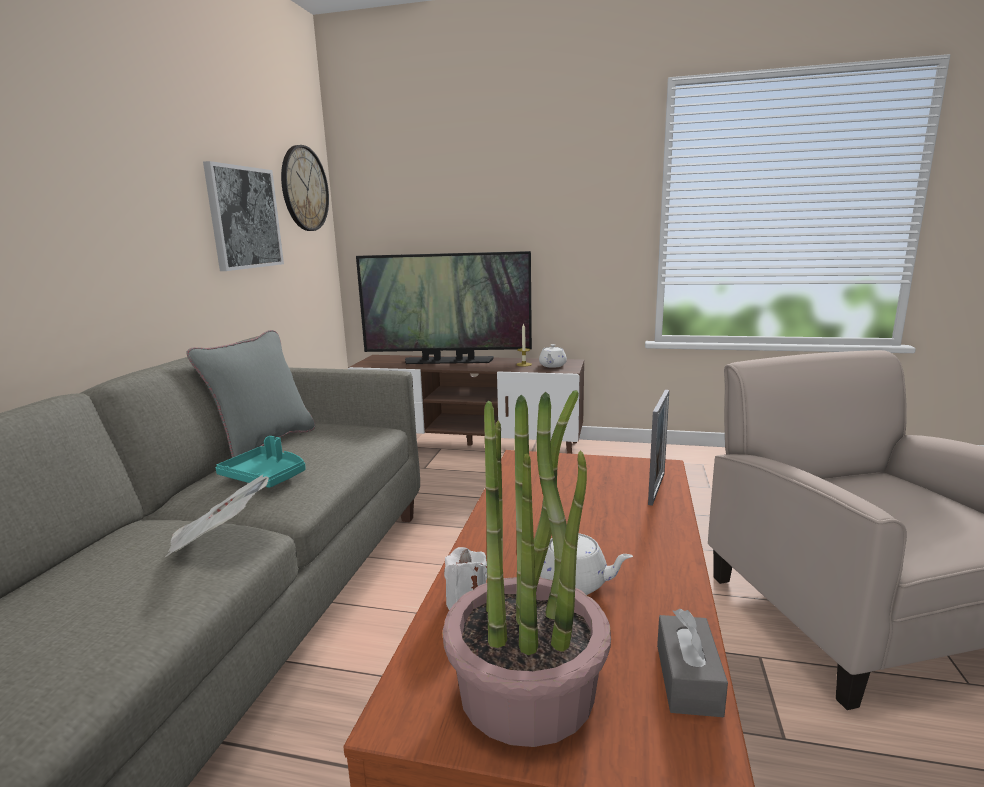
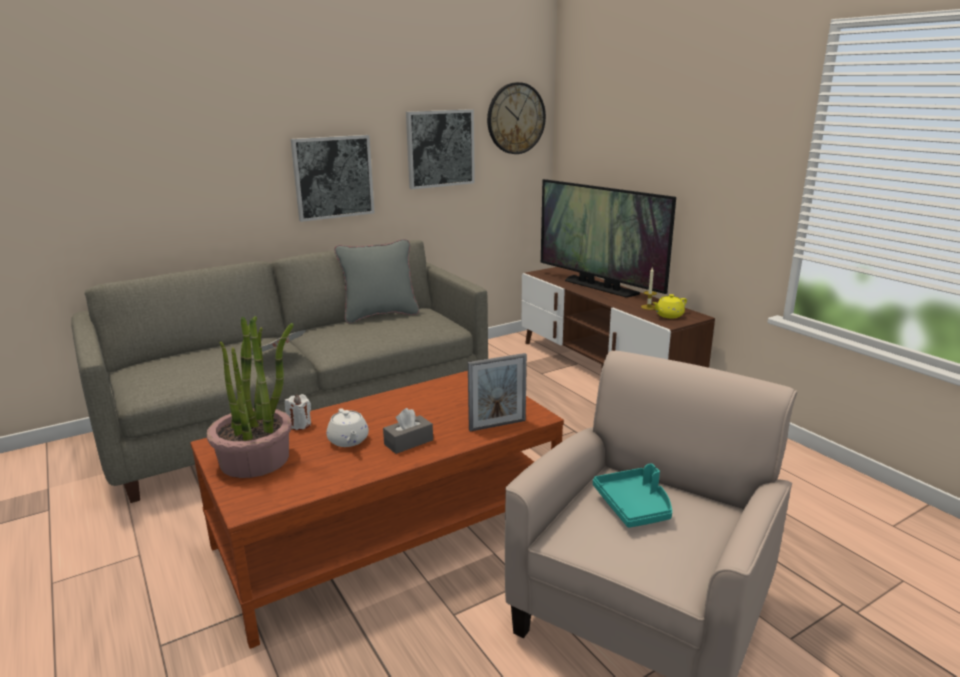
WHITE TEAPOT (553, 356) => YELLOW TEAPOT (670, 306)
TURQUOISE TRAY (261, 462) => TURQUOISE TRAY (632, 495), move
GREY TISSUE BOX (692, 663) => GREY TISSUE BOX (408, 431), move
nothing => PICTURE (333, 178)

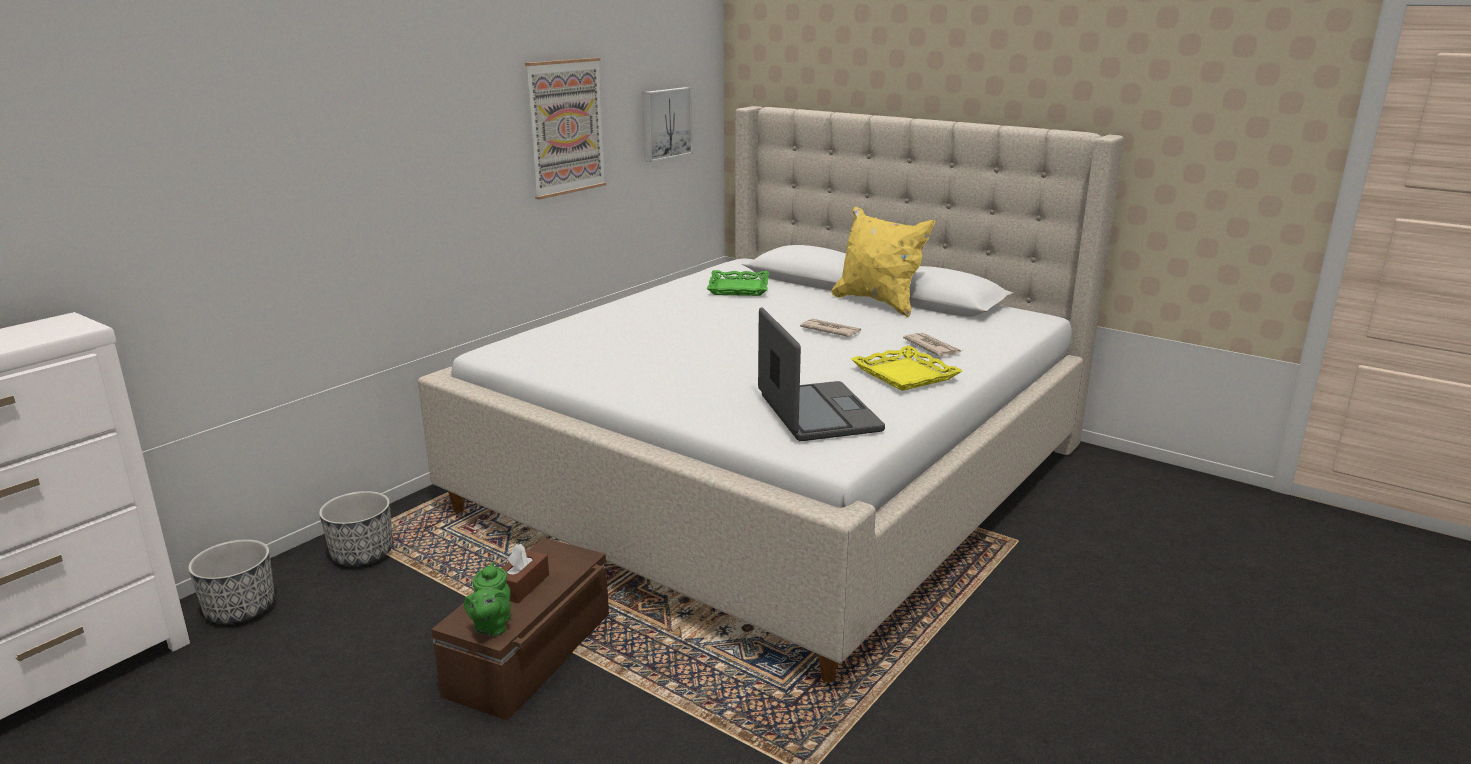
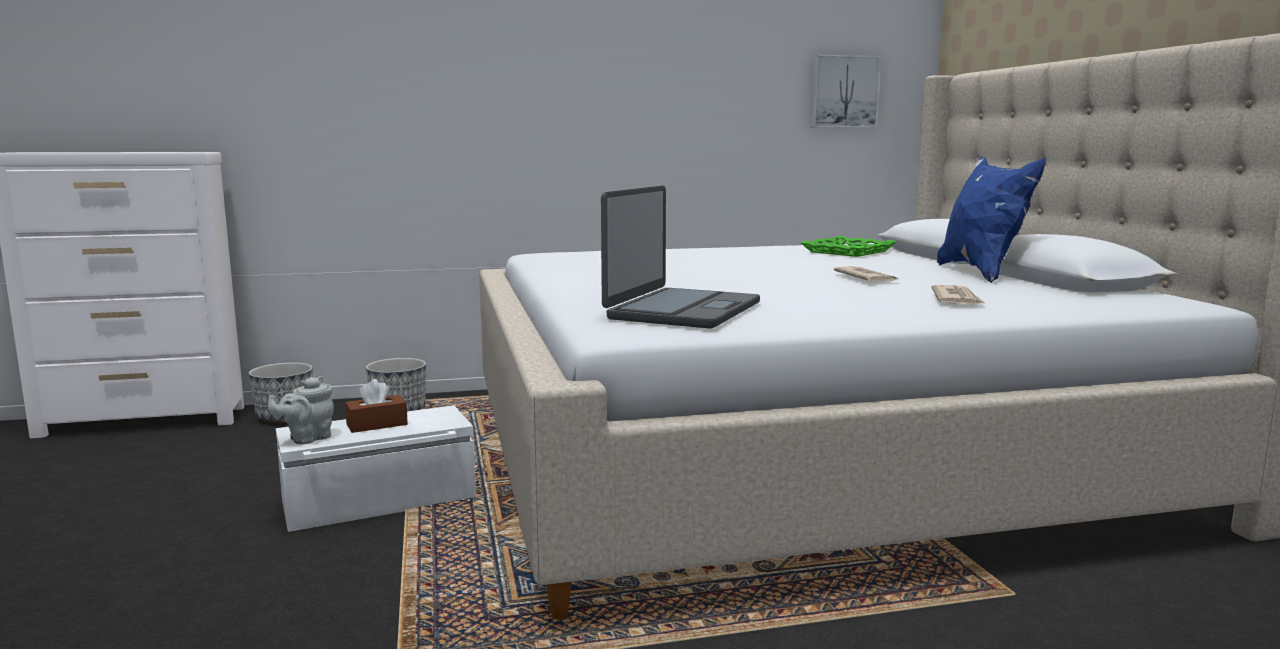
PICTURE (565, 129) => nothing
YELLOW PILLOW (883, 261) => BLUE PILLOW (991, 220)
YELLOW TRAY (906, 368) => nothing
BROWN STORAGE BOX (520, 629) => WHITE STORAGE BOX (376, 468)
GREEN TEAPOT (487, 599) => GREY TEAPOT (301, 410)

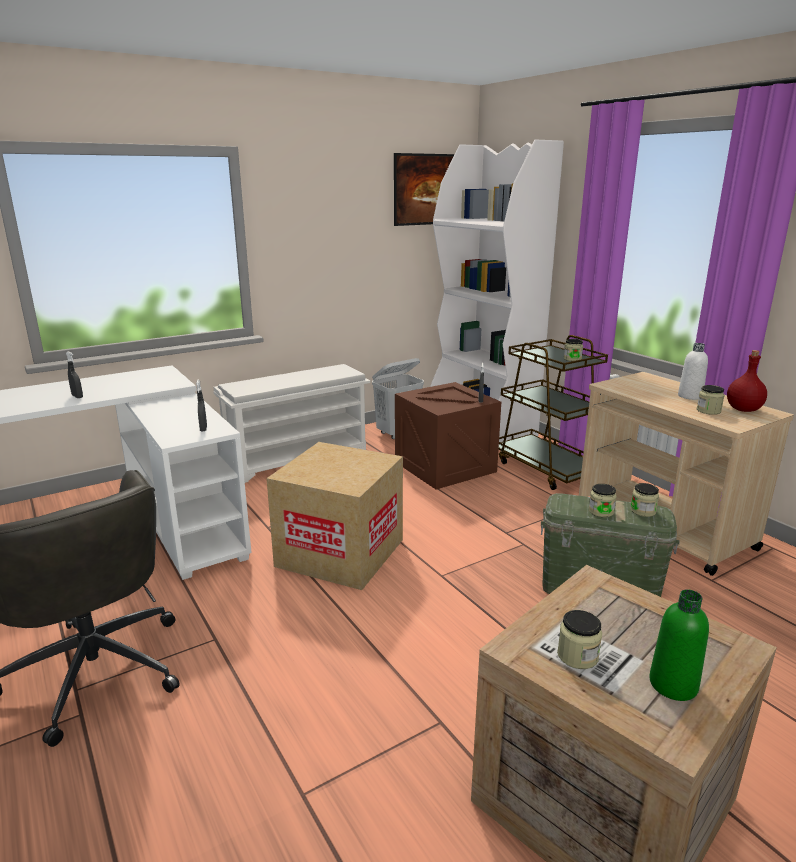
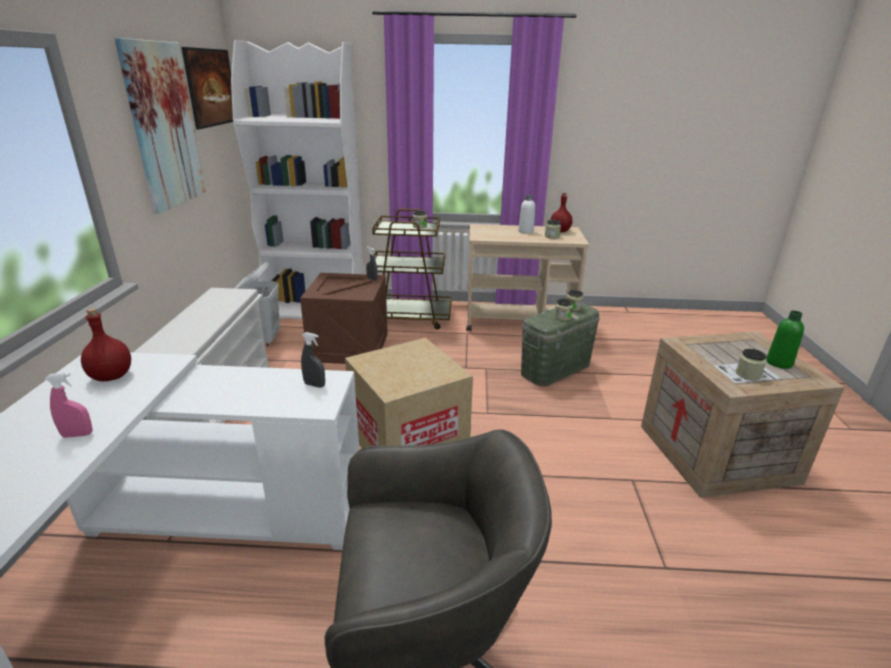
GREY SPRAY BOTTLE (74, 374) => PINK SPRAY BOTTLE (68, 405)
nothing => PICTURE (160, 126)
nothing => RED BOTTLE (106, 344)

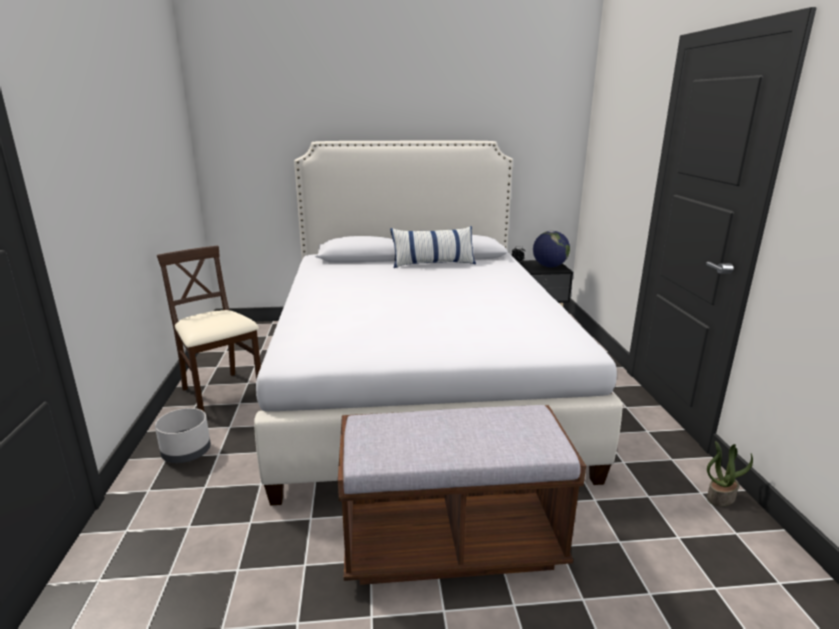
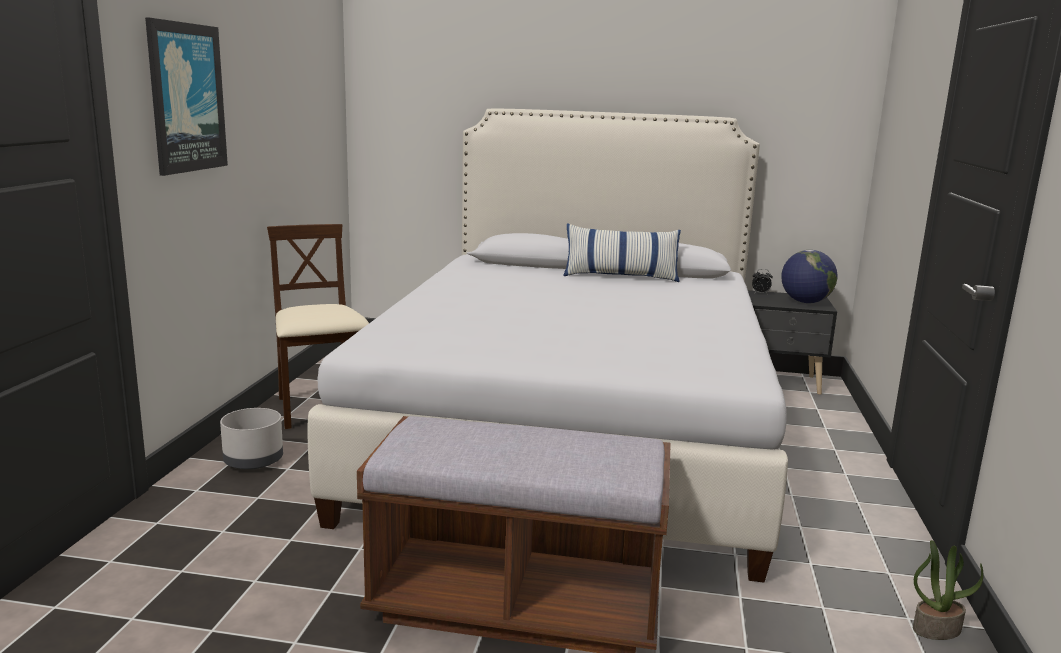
nothing => PICTURE (186, 96)

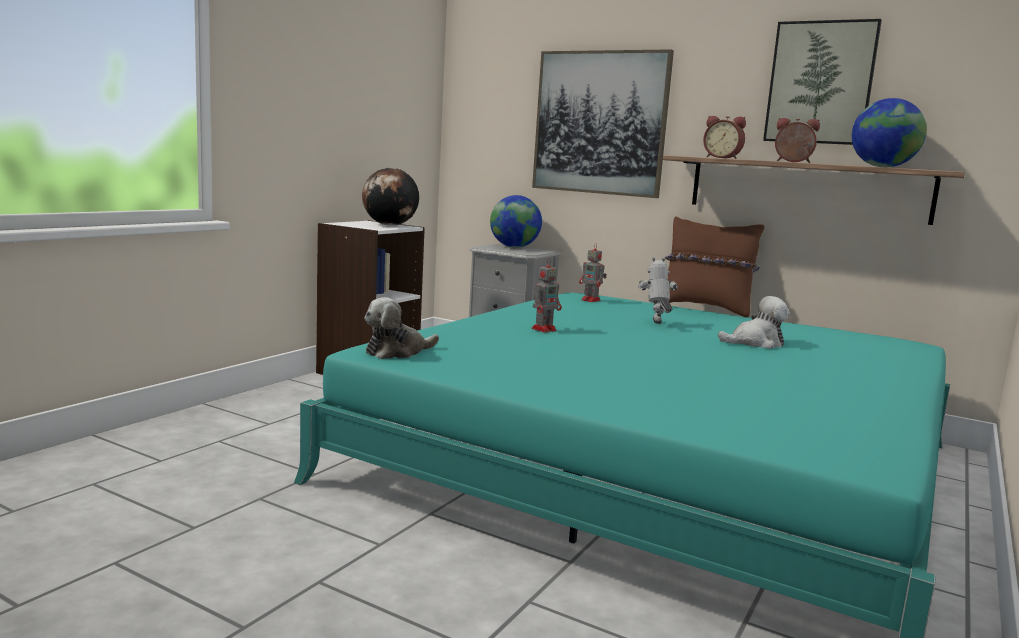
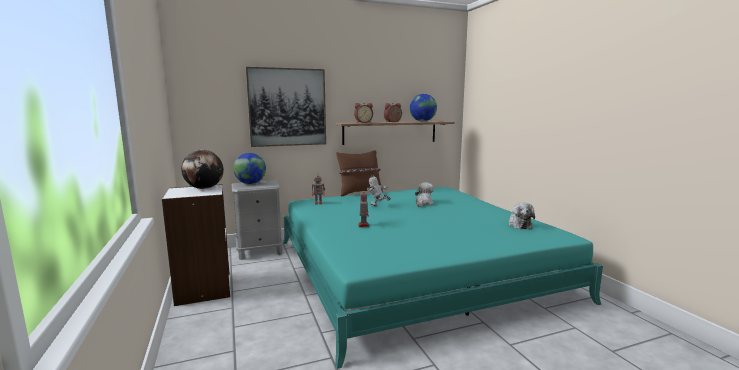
PICTURE (822, 82) => nothing
PLUSH TOY (401, 328) => PLUSH TOY (521, 215), move

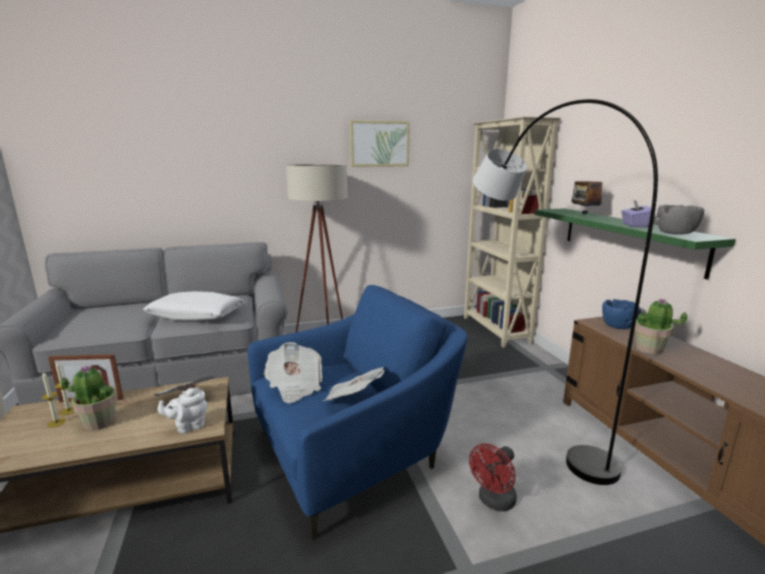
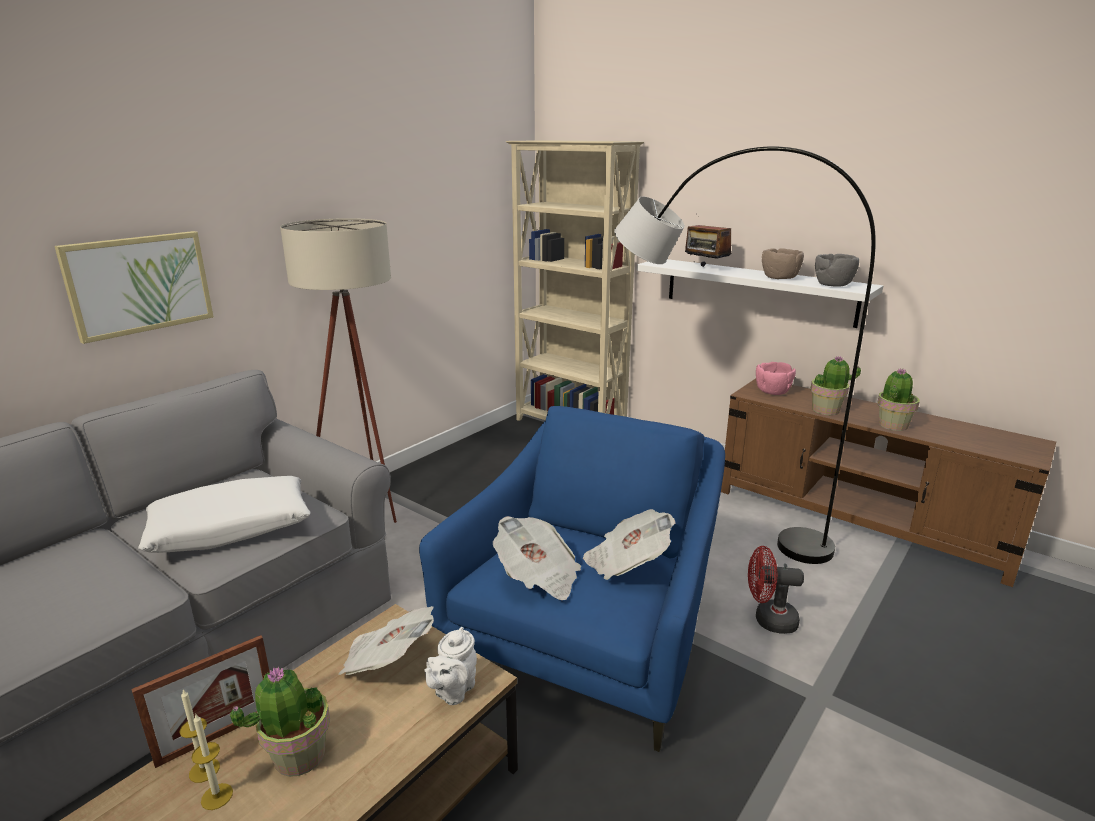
PICTURE (380, 143) => PICTURE (134, 287), move
PURPLE TISSUE BOX (636, 213) => BROWN BOWL (783, 263)
GREEN SHELF (635, 243) => WHITE SHELF (760, 293)
BLUE BOWL (621, 314) => PINK BOWL (776, 378)
RED FAN (493, 477) => RED FAN (776, 590), 90 degrees clockwise
nothing => POTTED PLANT (898, 399)

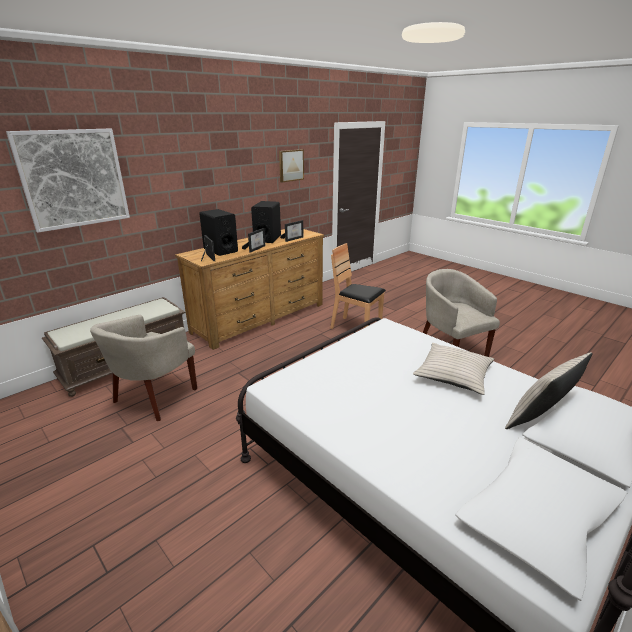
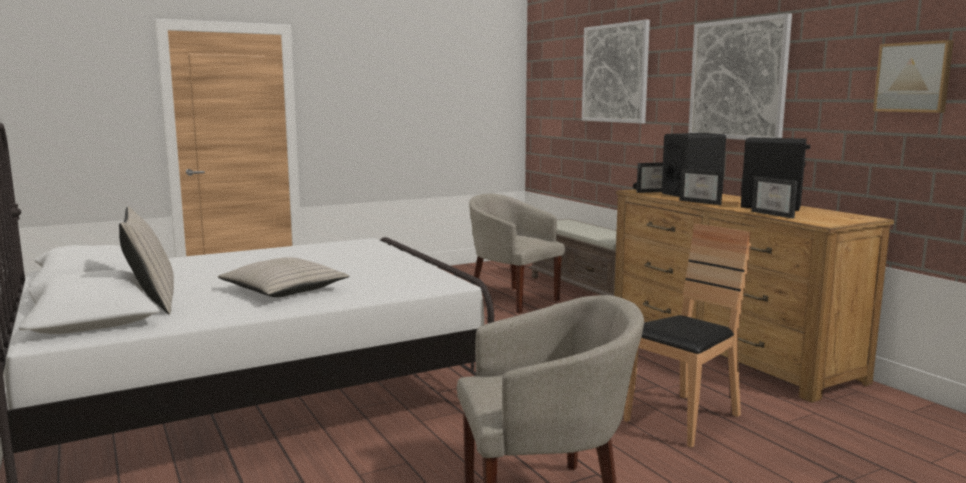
nothing => PICTURE (740, 76)

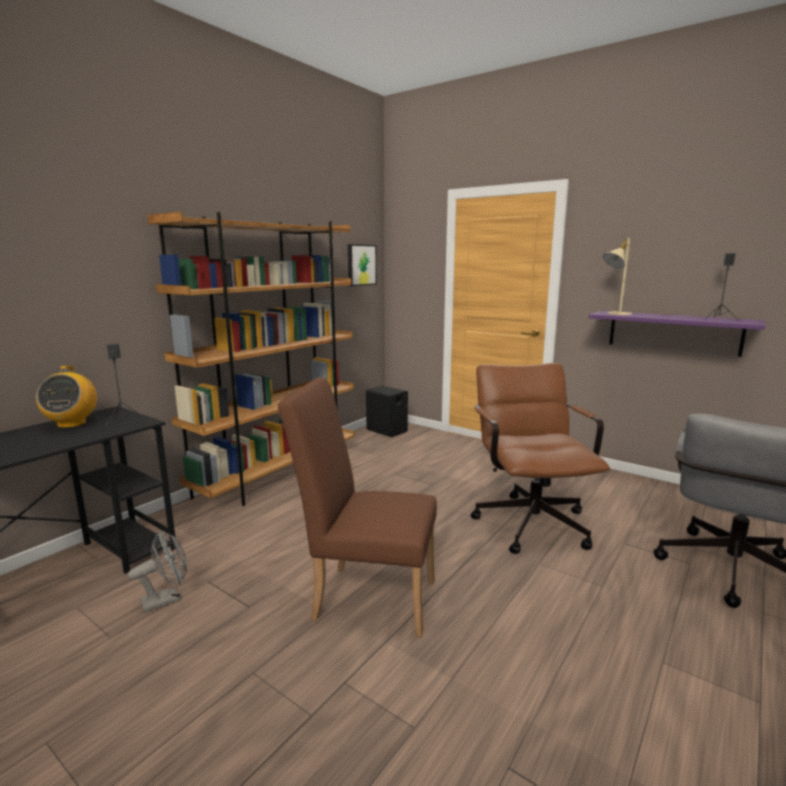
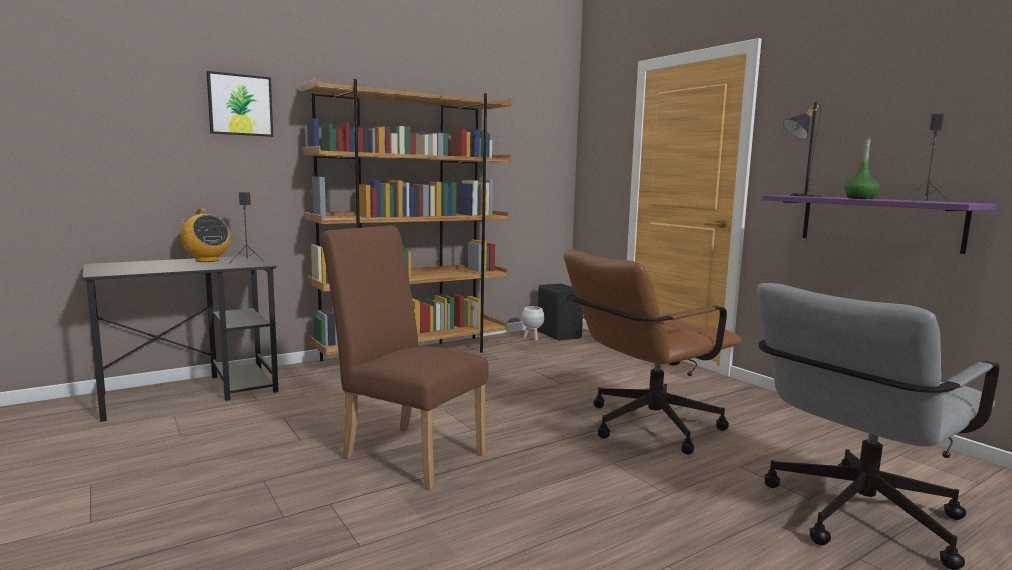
BEIGE TABLE LAMP (617, 276) => BLACK TABLE LAMP (802, 149)
PICTURE (362, 265) => PICTURE (240, 104), move
BROWN OFFICE CHAIR (540, 458) => BROWN OFFICE CHAIR (653, 352), 135 degrees counterclockwise
RADIO (66, 397) => RADIO (206, 235), 60 degrees counterclockwise
GREY FAN (157, 572) => nothing
nothing => GREEN BOTTLE (862, 168)
nothing => WHITE PLANTER (533, 323)

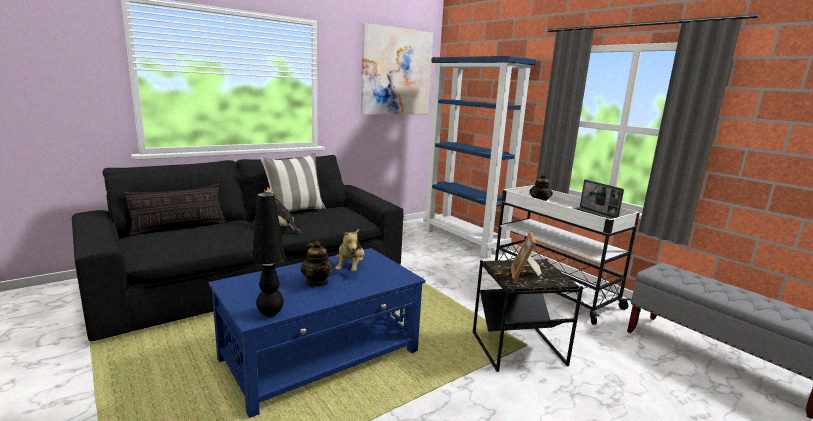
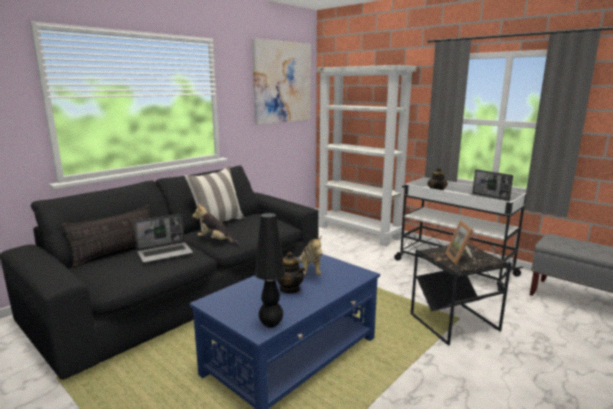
BLUE BOOKCASE (479, 157) => WHITE BOOKCASE (366, 155)
nothing => LAPTOP (163, 238)

